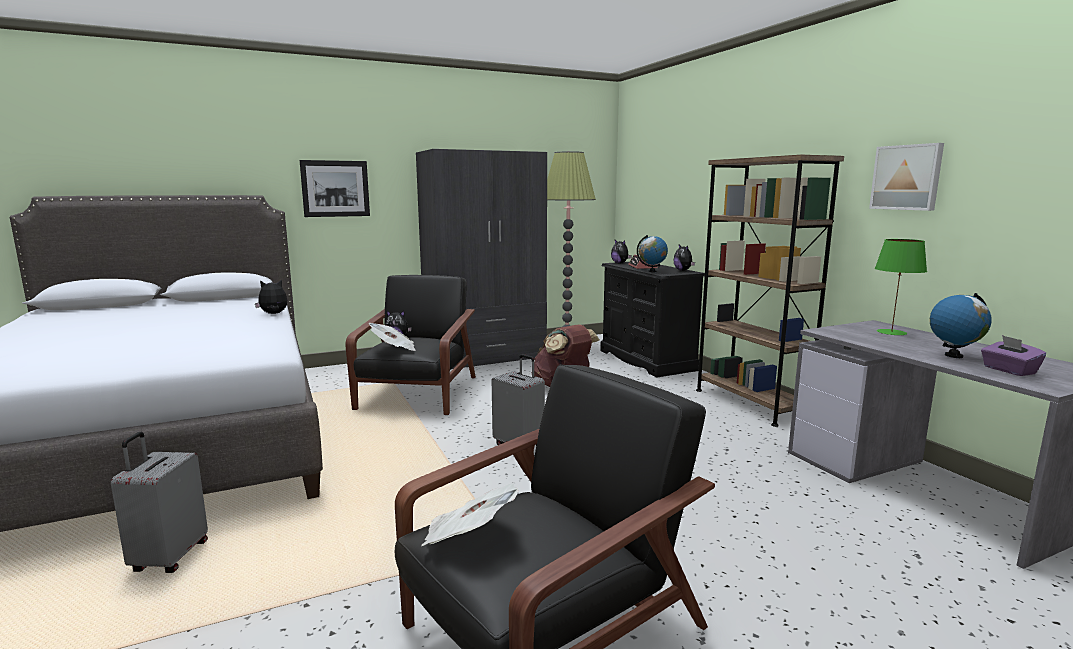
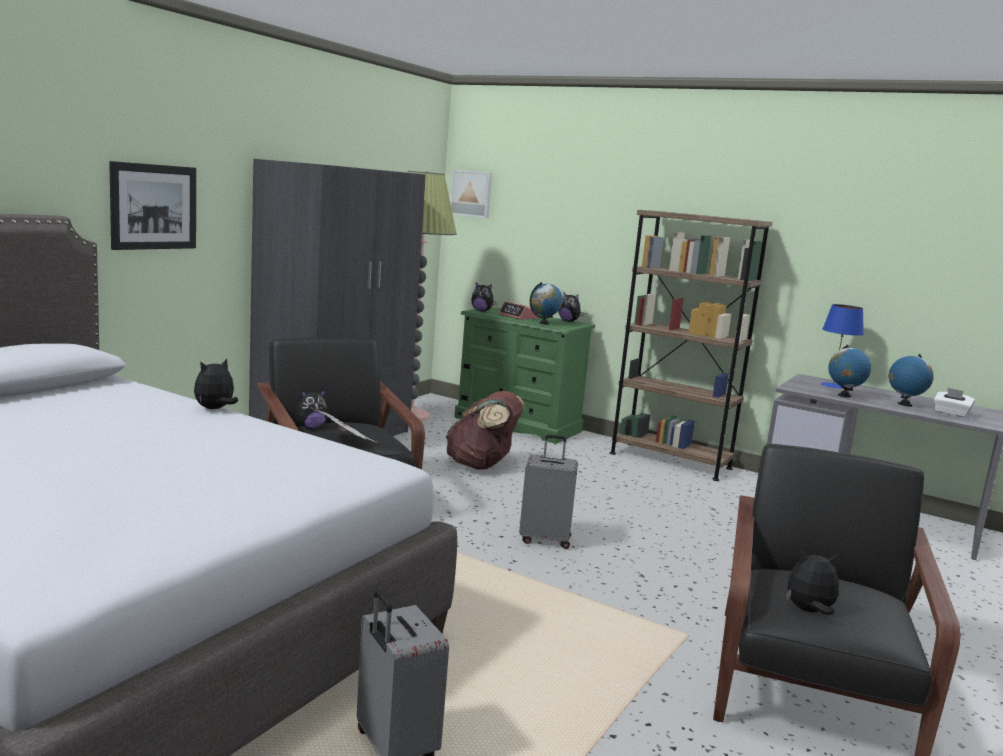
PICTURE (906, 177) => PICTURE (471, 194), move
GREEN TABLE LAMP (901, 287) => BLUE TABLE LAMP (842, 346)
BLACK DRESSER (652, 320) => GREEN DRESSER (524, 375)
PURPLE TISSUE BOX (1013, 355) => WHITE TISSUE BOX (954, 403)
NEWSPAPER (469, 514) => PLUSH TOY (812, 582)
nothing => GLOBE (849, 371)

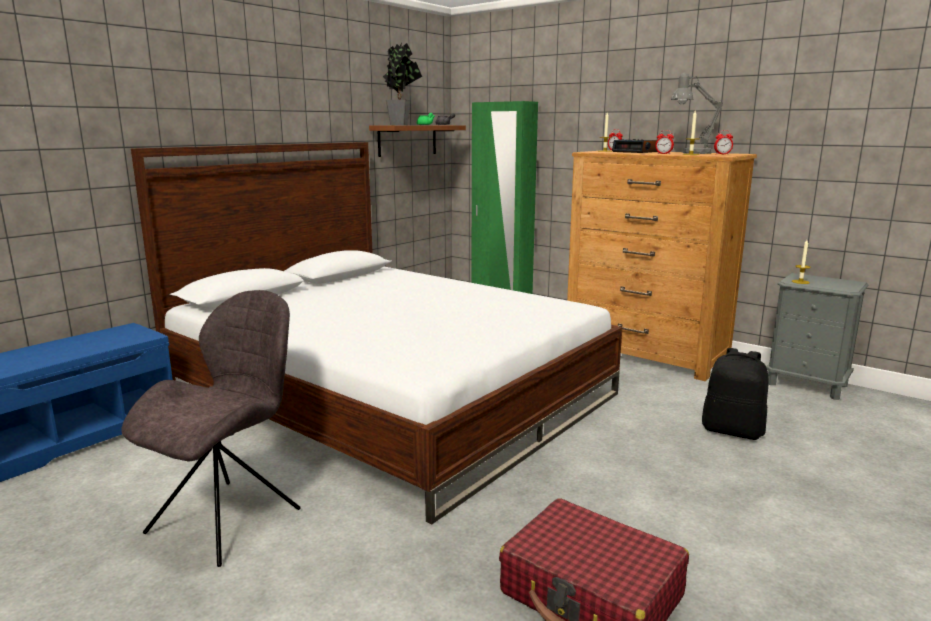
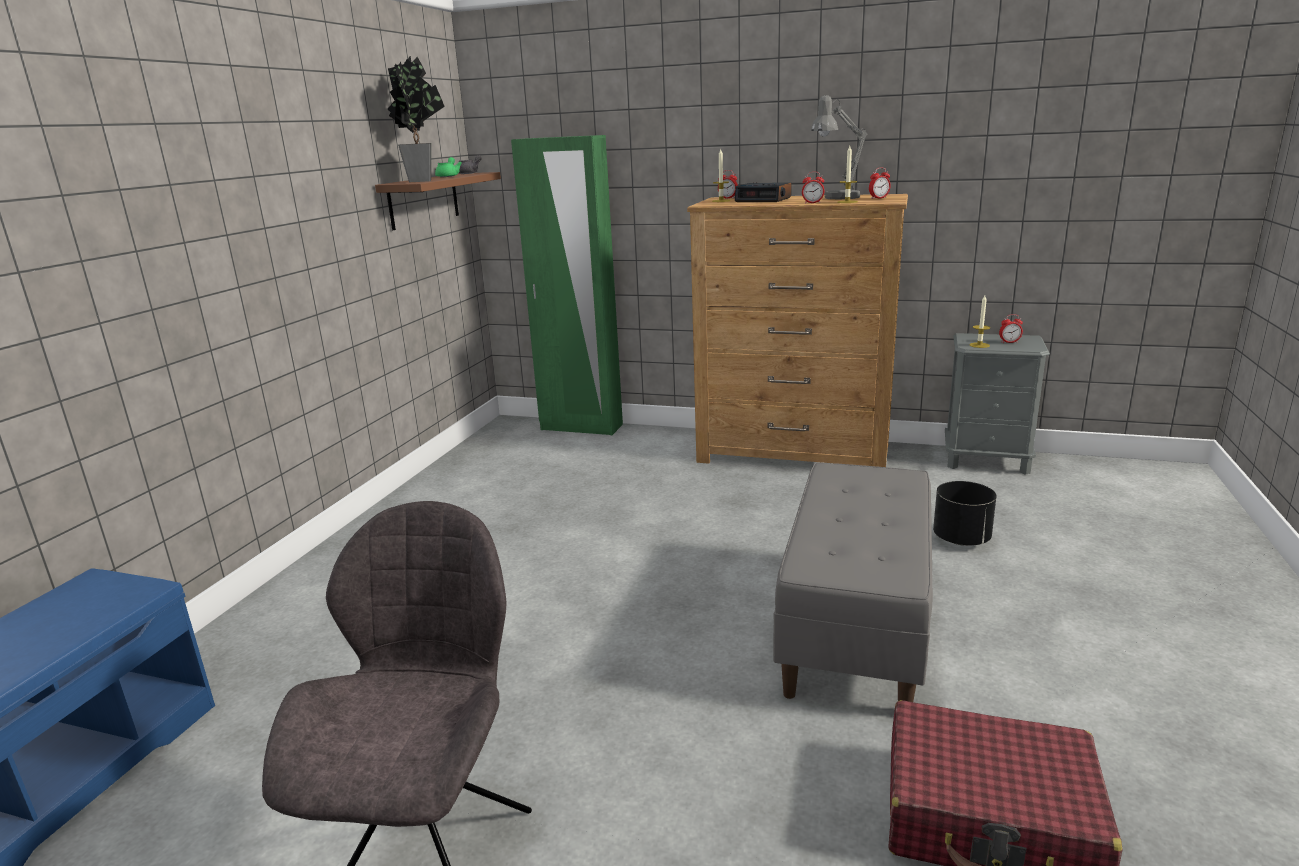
BED (376, 333) => nothing
BLACK BACKPACK (735, 394) => BLACK PLANTER (965, 513)
nothing => ALARM CLOCK (1011, 328)
nothing => GREY BENCH (853, 582)

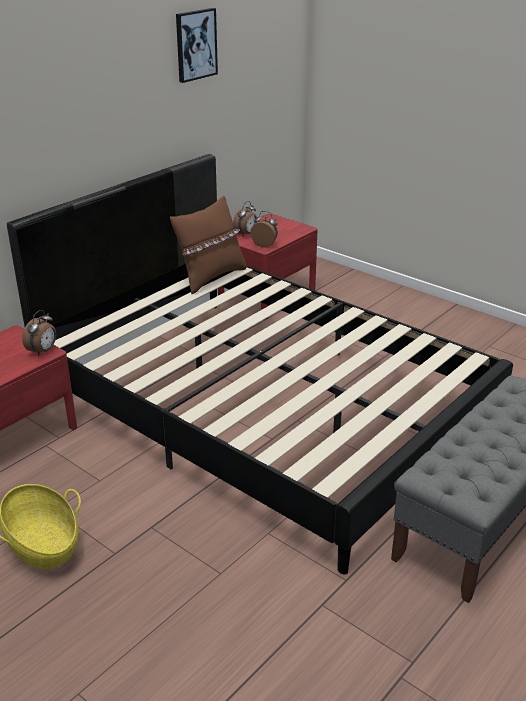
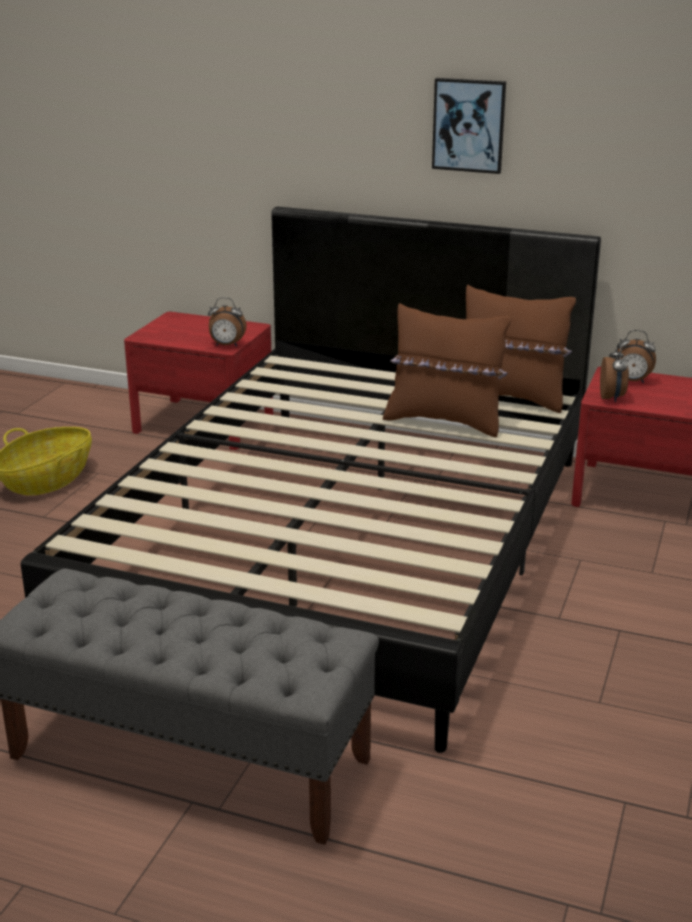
PICTURE (197, 45) => PICTURE (469, 126), move
nothing => BROWN PILLOW (447, 370)

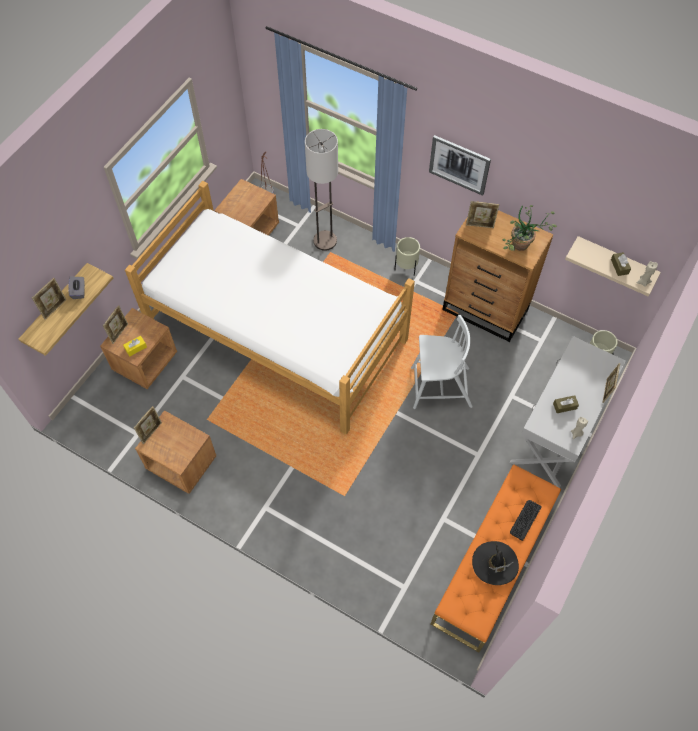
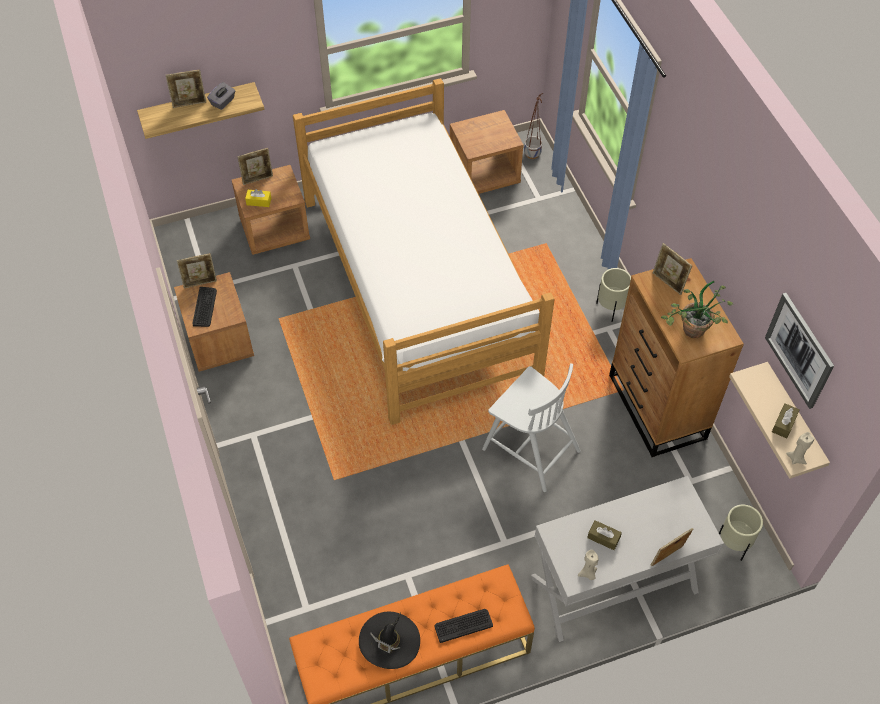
FLOOR LAMP (321, 190) => nothing
PICTURE (460, 165) => PICTURE (799, 351), move
nothing => KEYBOARD (204, 307)

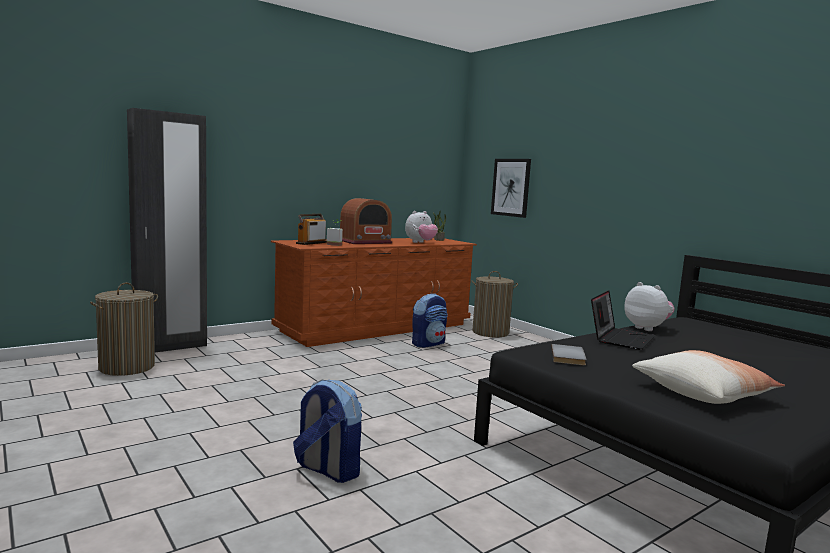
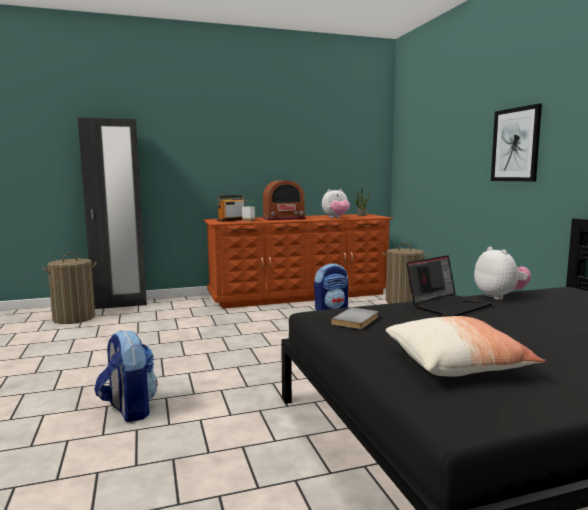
PICTURE (511, 188) => PICTURE (516, 142), move

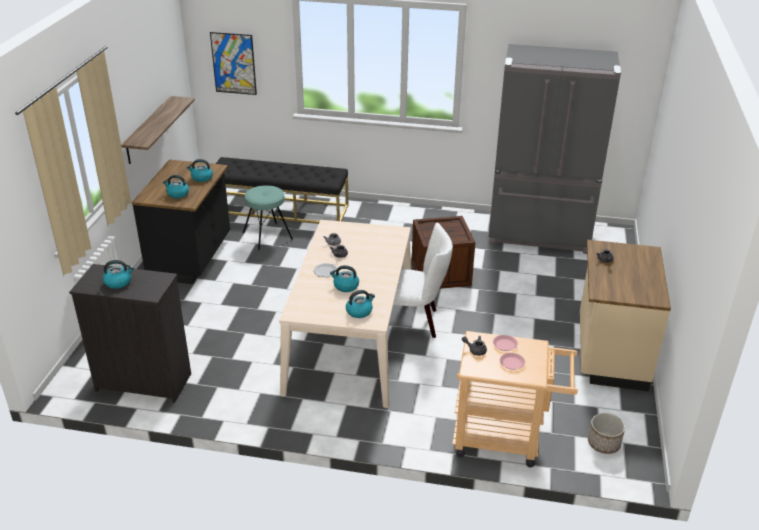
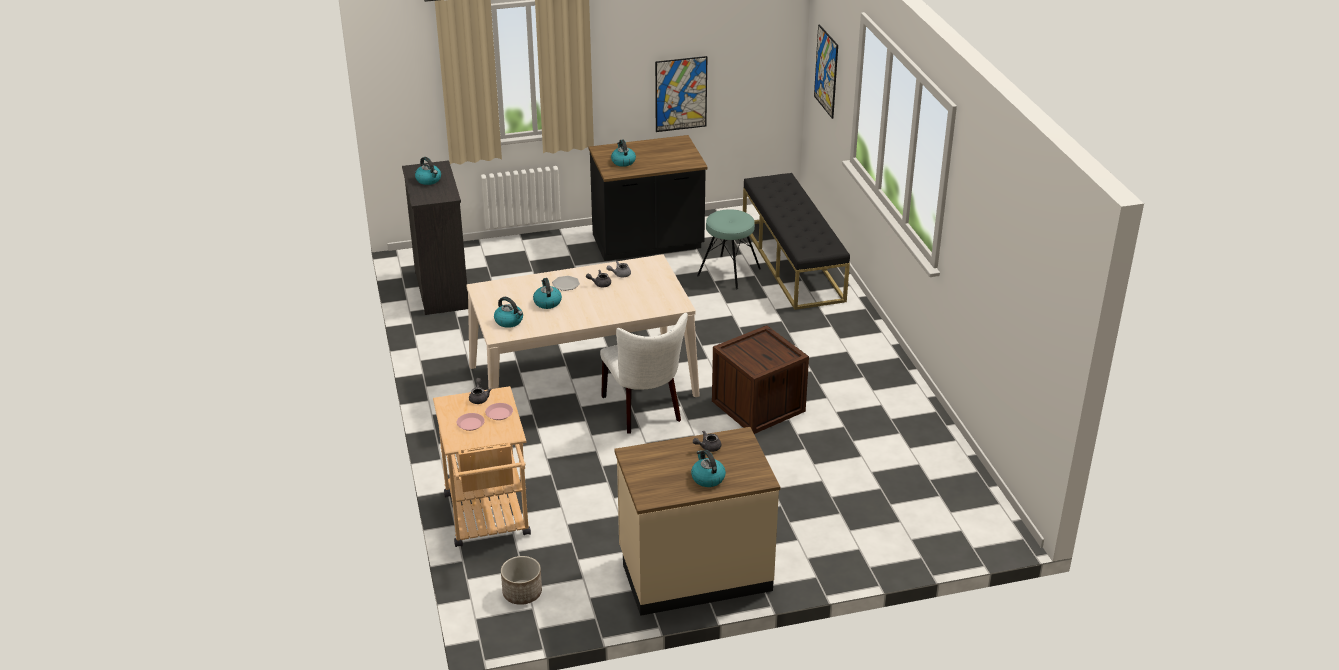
GREY FRIDGE (555, 149) => nothing
SHELF (158, 130) => PICTURE (681, 94)
KETTLE (200, 170) => KETTLE (708, 468), move

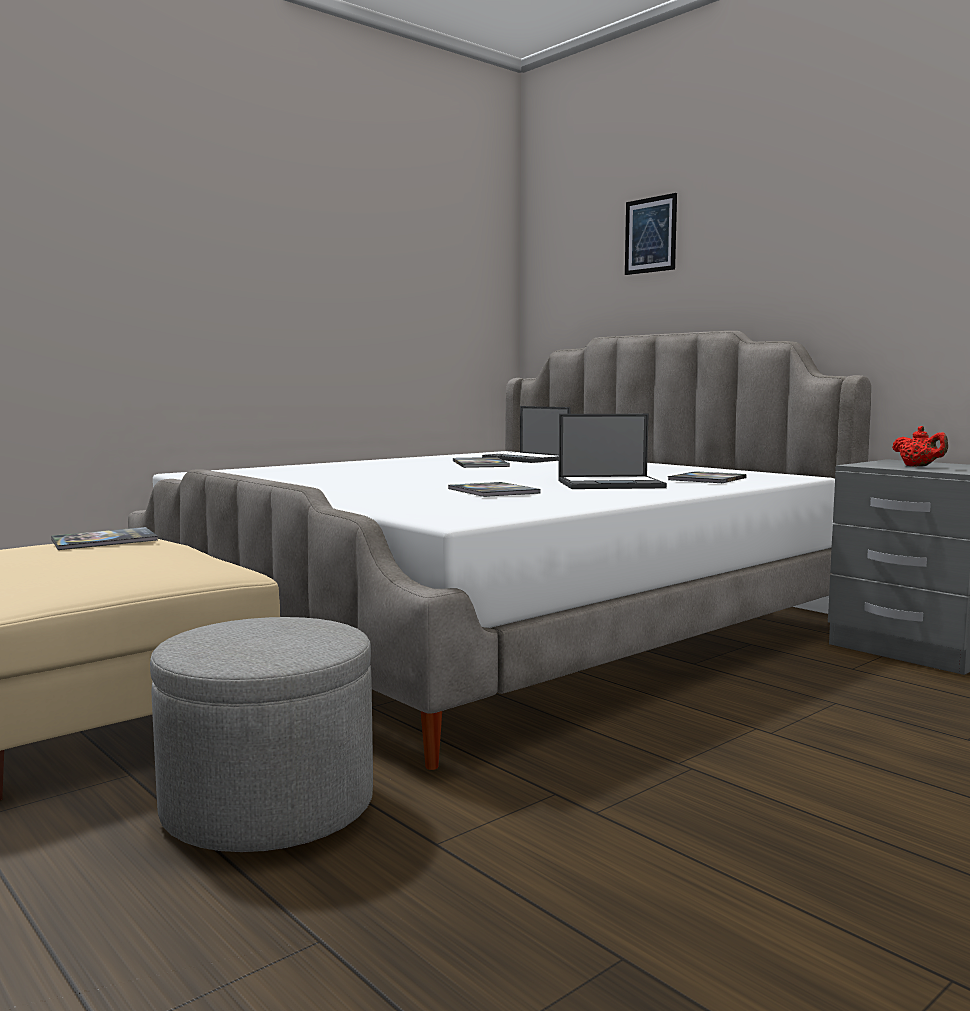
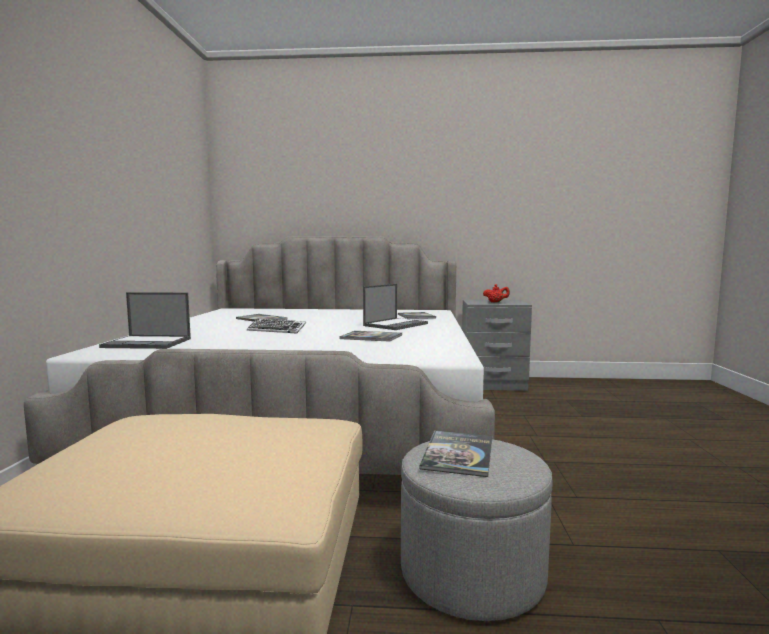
PICTURE (651, 234) => nothing
LAPTOP (526, 434) => LAPTOP (145, 320), move
BOOK (104, 538) => BOOK (456, 453), move
nothing => KEYBOARD (276, 326)

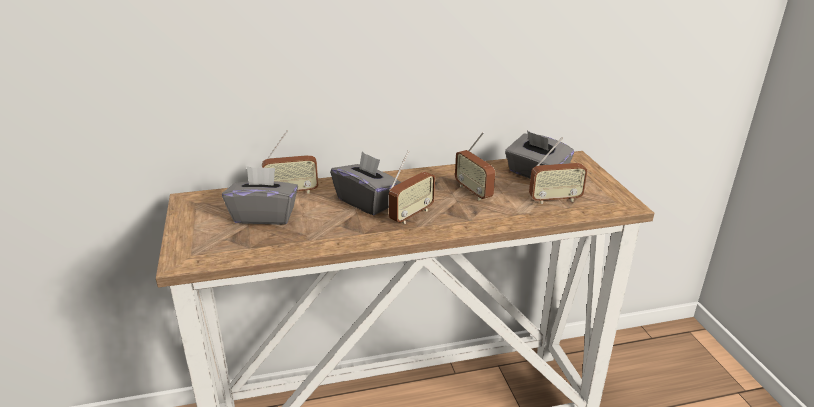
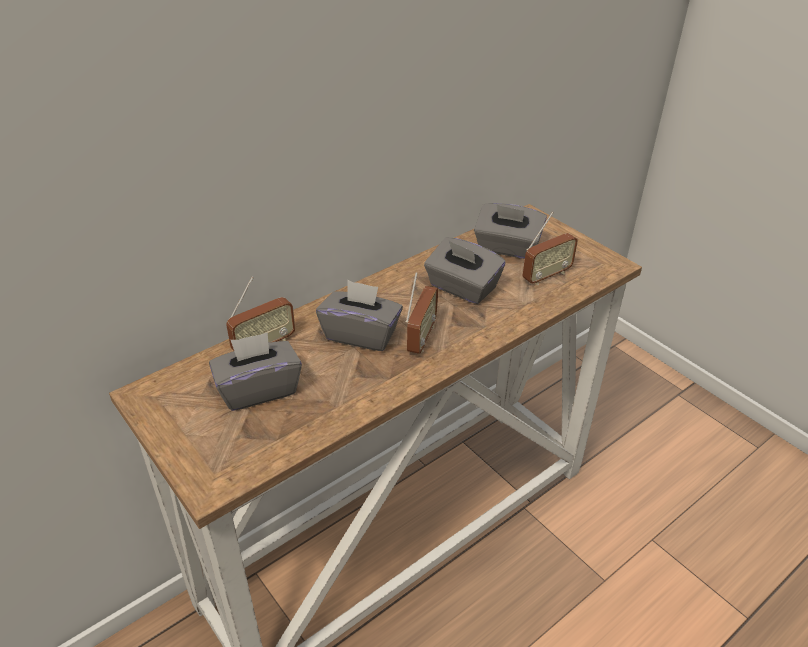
RADIO (475, 166) => GREY TISSUE BOX (464, 271)

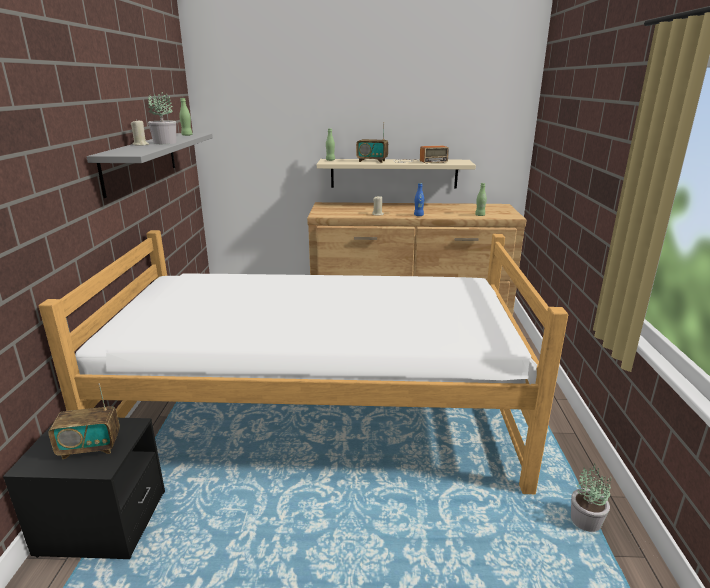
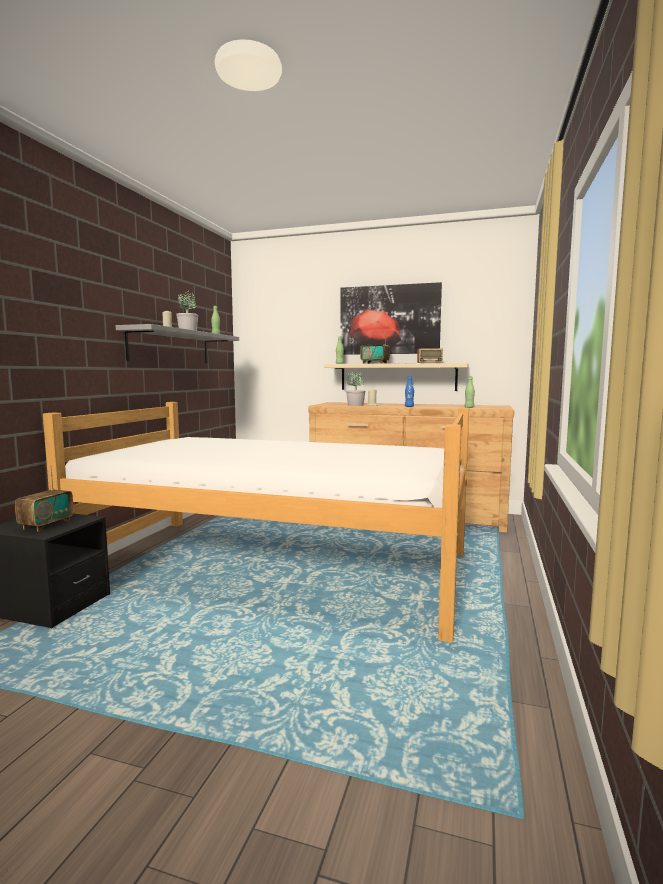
RADIO (84, 421) => RADIO (44, 498), 75 degrees counterclockwise
POTTED PLANT (591, 498) => POTTED PLANT (355, 388), move
nothing => PICTURE (391, 318)

